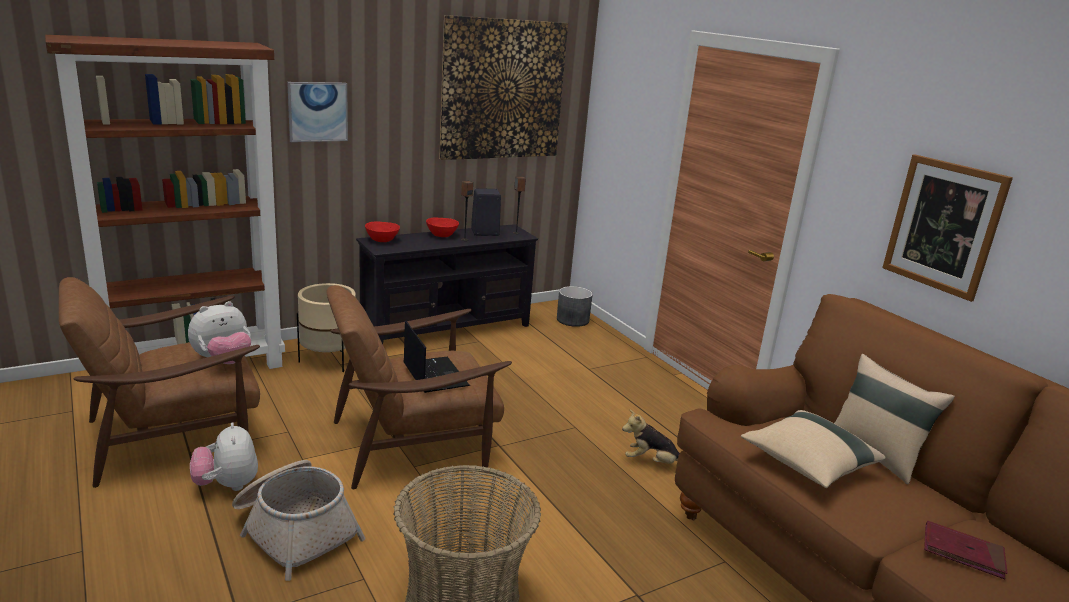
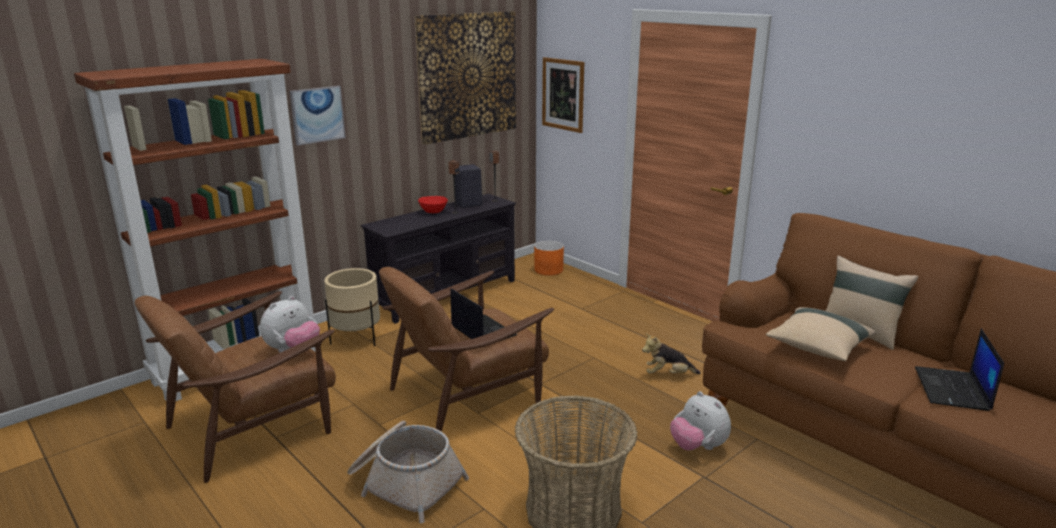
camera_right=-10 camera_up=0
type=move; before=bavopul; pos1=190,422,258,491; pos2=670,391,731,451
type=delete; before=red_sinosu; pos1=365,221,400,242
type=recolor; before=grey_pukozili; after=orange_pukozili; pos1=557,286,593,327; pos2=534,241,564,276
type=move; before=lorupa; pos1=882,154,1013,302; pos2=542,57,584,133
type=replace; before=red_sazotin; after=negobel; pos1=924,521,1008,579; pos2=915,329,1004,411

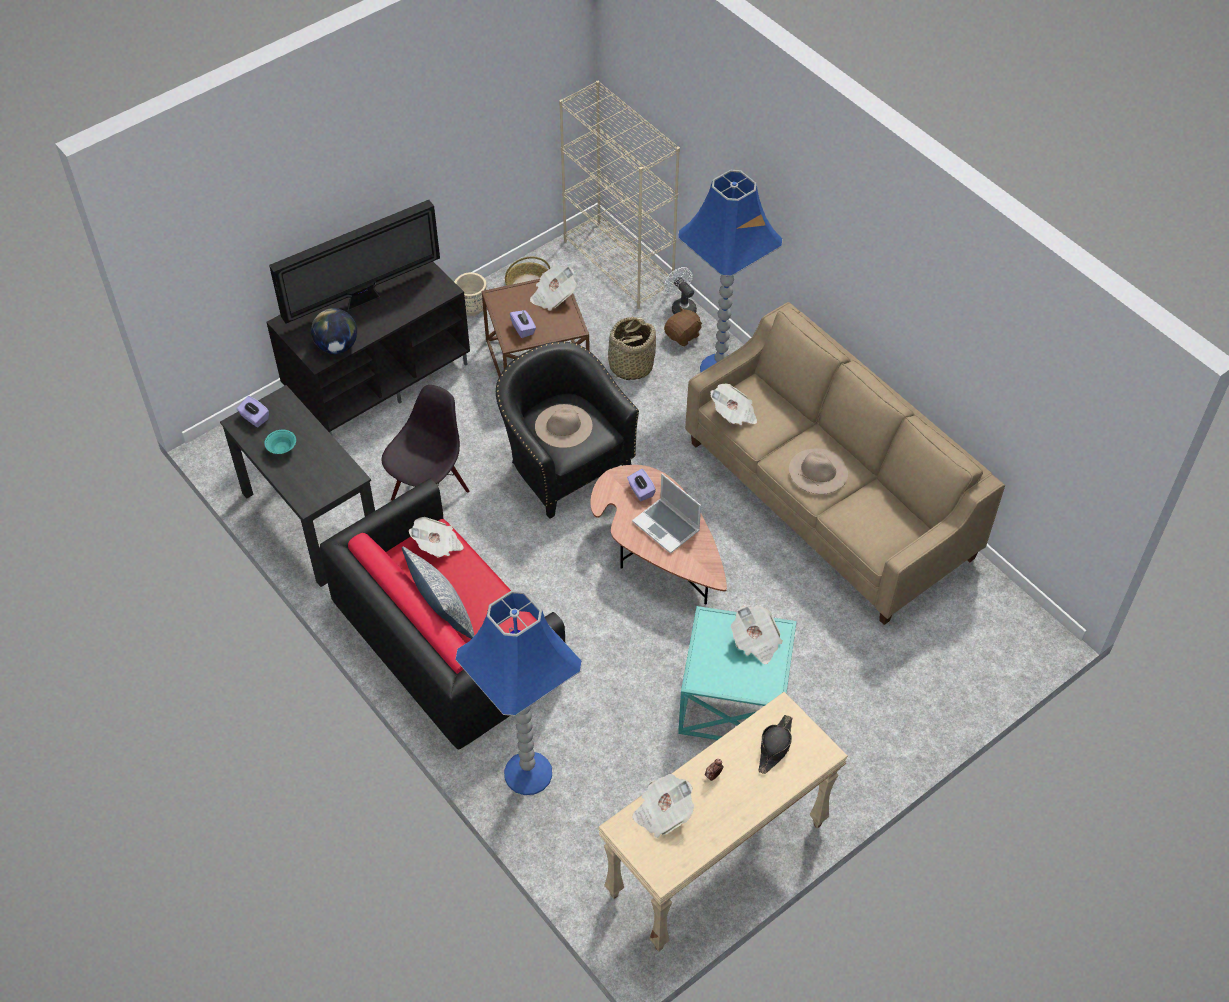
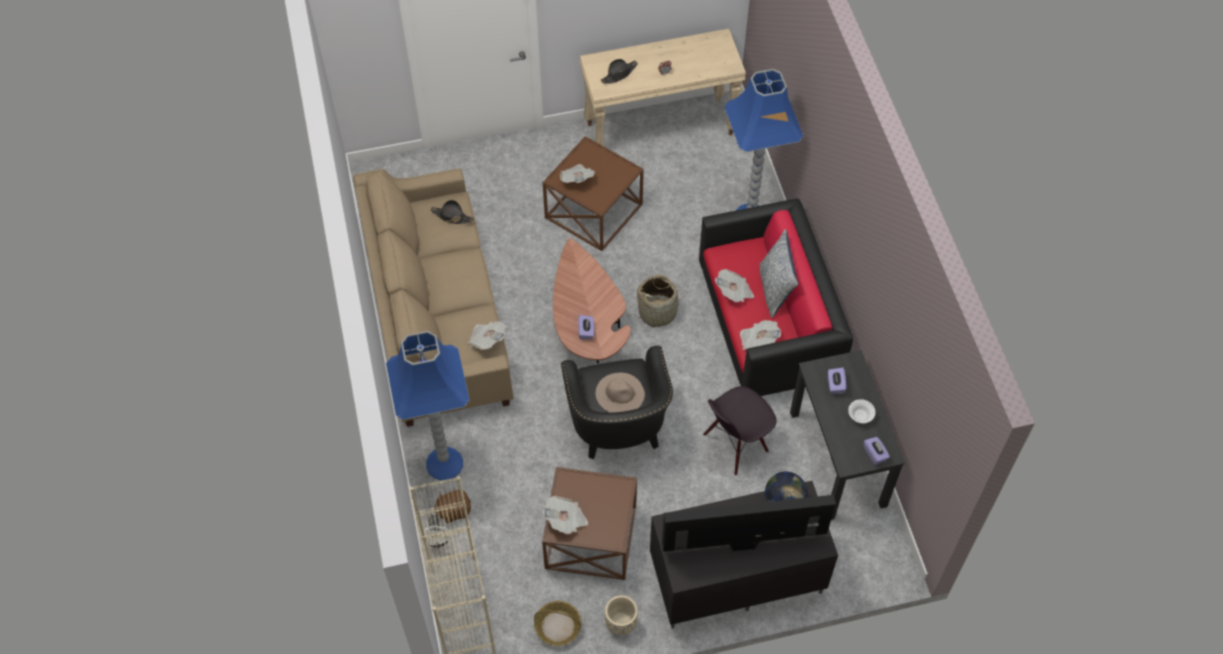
camera_right=-155 camera_up=5
type=recolor; before=turquoise_sinosu; after=white_sinosu; pos1=264,430,296,454; pos2=848,399,875,423
type=move; before=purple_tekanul; pos1=510,310,536,338; pos2=828,368,846,394
type=move; before=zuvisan; pos1=608,317,656,380; pos2=635,275,684,327
type=delete; before=negobel; pos1=632,474,701,554
type=move; before=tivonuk; pos1=632,774,694,838; pos2=715,269,754,303
type=recolor; before=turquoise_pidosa; after=brown_pidosa; pos1=678,606,797,740; pos2=543,136,644,251
type=delete; before=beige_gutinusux; pos1=789,449,848,494
type=insert; after=black_gutinusux; pos2=430,200,474,224

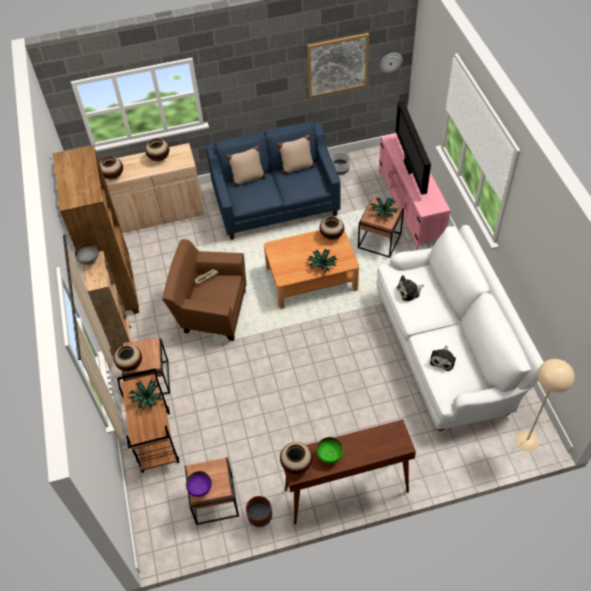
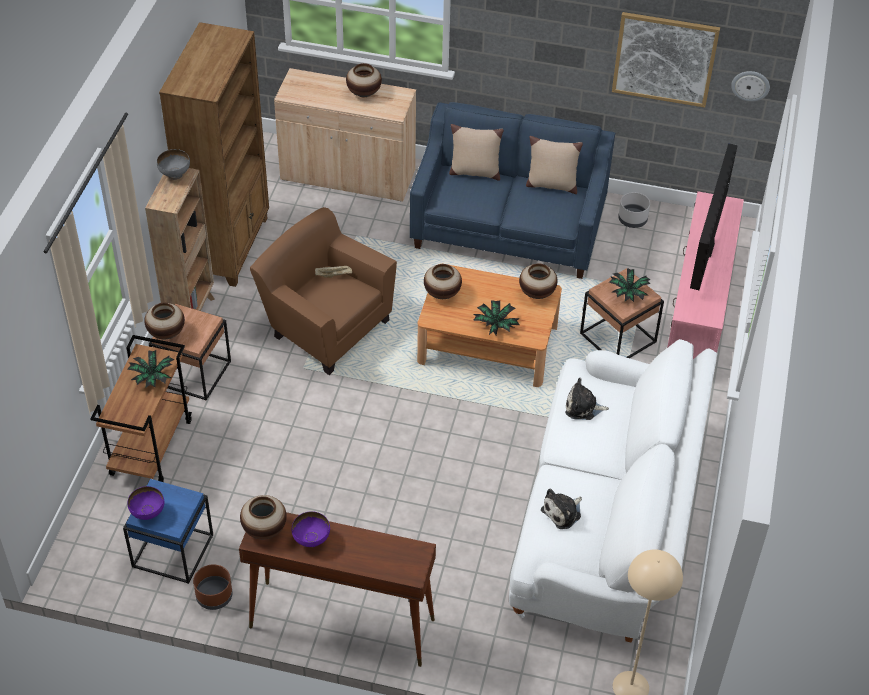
camera_right=25 camera_up=-5
type=move; before=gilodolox; pos1=100,156,123,179; pos2=424,264,462,299
type=recolor; before=brown_pidosa; after=blue_pidosa; pos1=185,457,239,525; pos2=123,479,213,584
type=recolor; before=green_sinosu; after=purple_sinosu; pos1=316,437,343,463; pos2=292,511,330,547

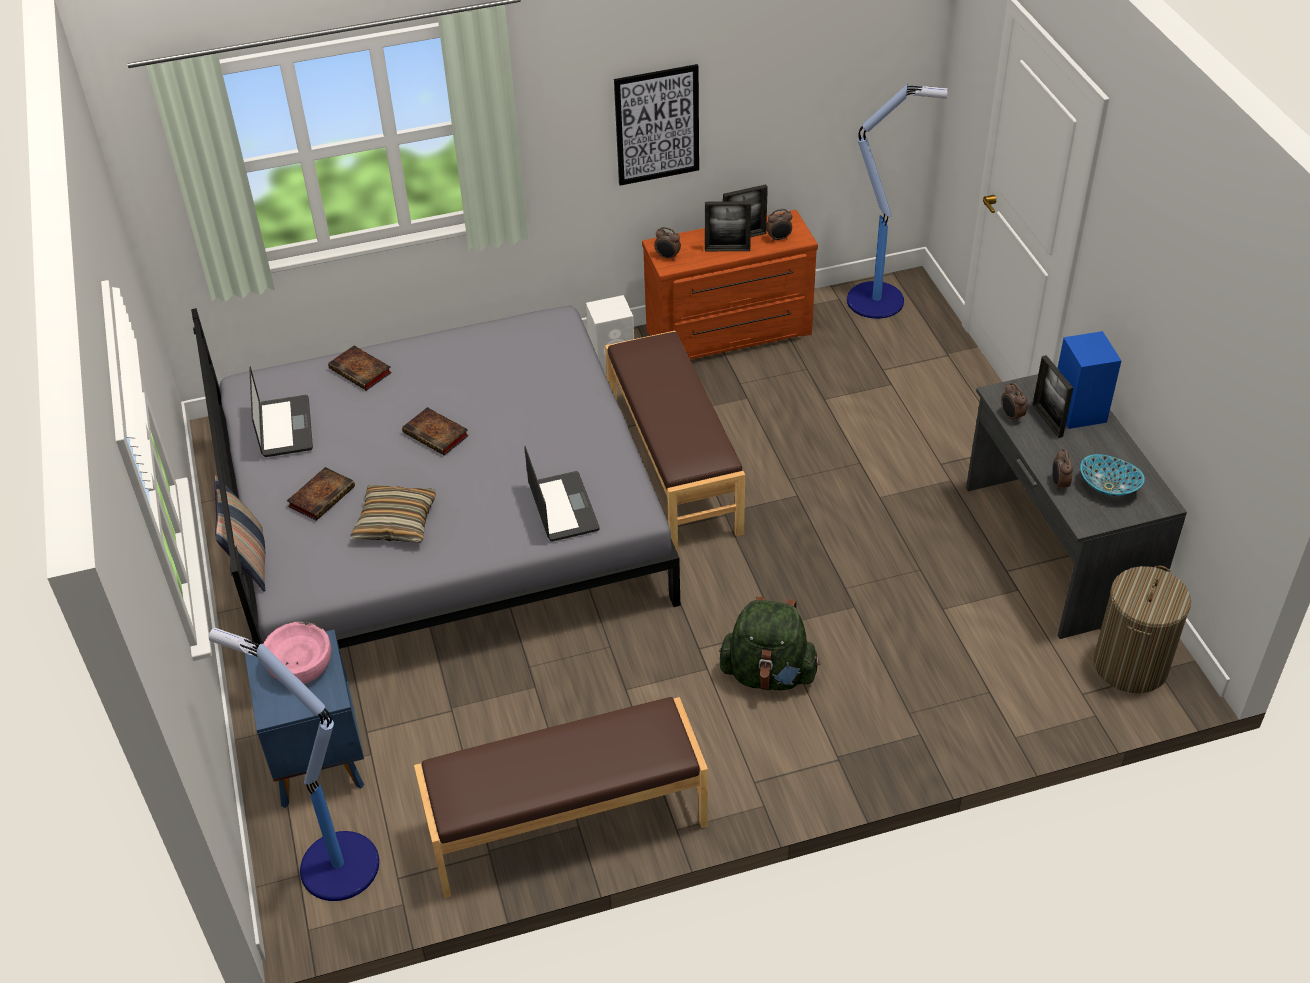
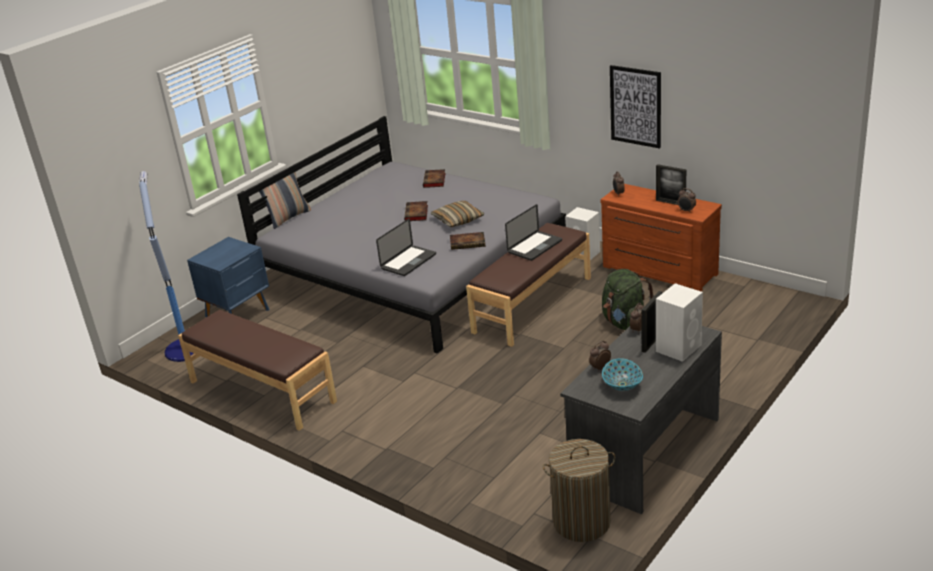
camera_right=55 camera_up=-15
type=move; before=negobel; pos1=249,366,313,457; pos2=505,204,562,261
type=delete; before=pink_sinosu; pos1=263,622,331,684
type=move; before=sazotin; pos1=287,467,355,521; pos2=450,232,485,250
type=move; before=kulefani; pos1=350,485,436,542; pos2=431,201,484,227
type=delete; before=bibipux; pos1=705,201,751,251
type=move; before=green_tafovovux; pos1=719,597,820,691; pos2=602,269,654,330
type=delete; before=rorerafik; pos1=847,84,948,319
type=recolor; before=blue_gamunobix; after=white_gamunobix; pos1=1058,331,1121,429; pos2=656,283,703,362

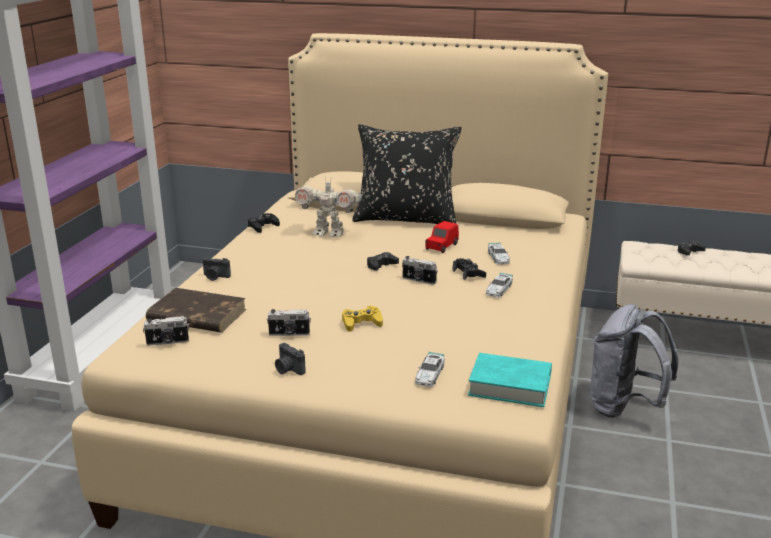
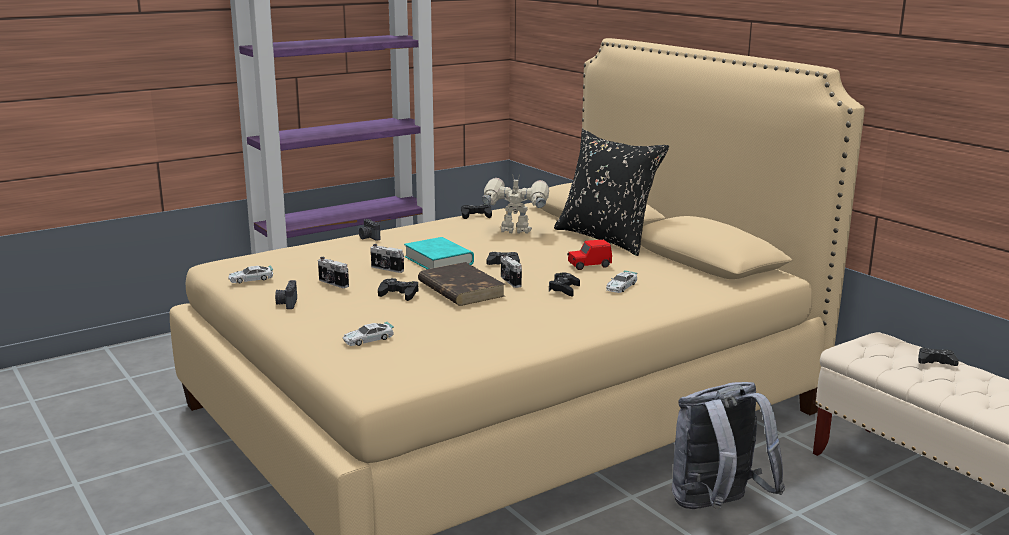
camera_right=40 camera_up=-5
type=move; before=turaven; pos1=143,316,189,346; pos2=371,244,404,273
type=move; before=brown_sazotin; pos1=146,288,247,333; pos2=418,262,506,306
type=rotate; before=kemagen; pos1=295,176,362,237; pos2=482,177,549,233; turn=135
type=recolor; before=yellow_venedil; after=black_venedil; pos1=342,306,383,332; pos2=378,278,418,301
type=move; before=turquoise_sazotin; pos1=468,353,552,407; pos2=404,237,474,269
type=move; before=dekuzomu; pos1=486,272,513,298; pos2=228,265,273,283

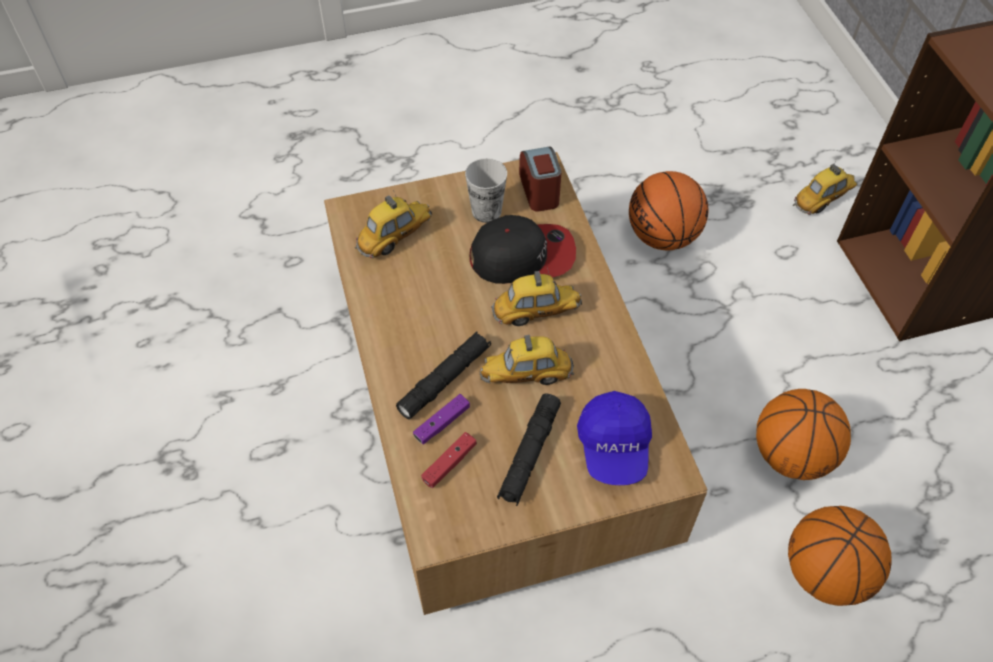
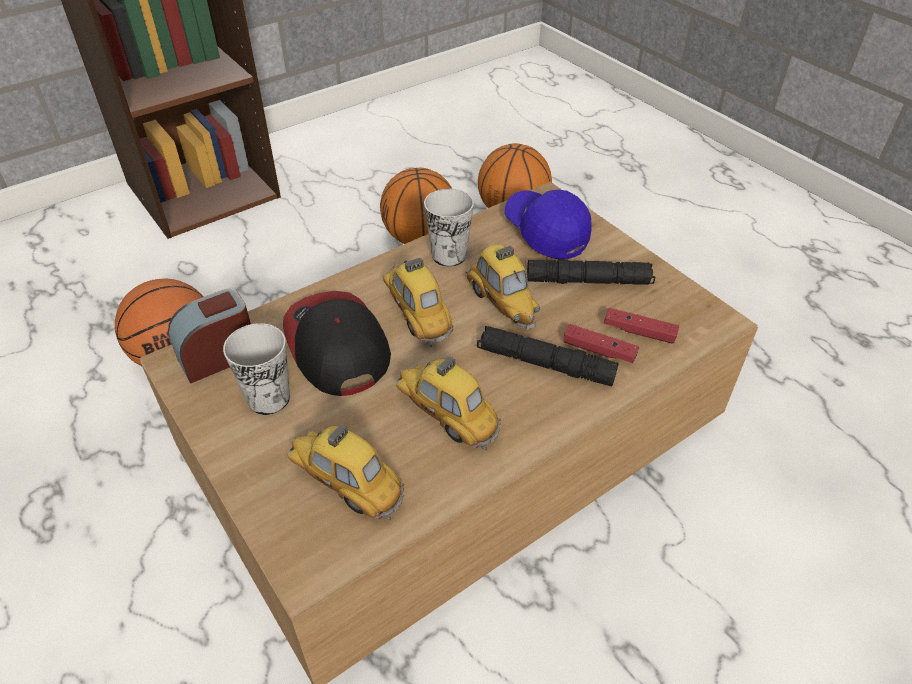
camera_right=-110 camera_up=-10
type=recolor; before=purple_venedil; after=red_venedil; pos1=413,394,470,445; pos2=564,324,639,363
type=rotate; before=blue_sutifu; pos1=577,391,652,485; pos2=505,189,592,259; turn=-105
type=move; before=dekuzomu; pos1=793,160,857,215; pos2=396,356,501,450
type=insert; after=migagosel; pos2=424,189,474,267

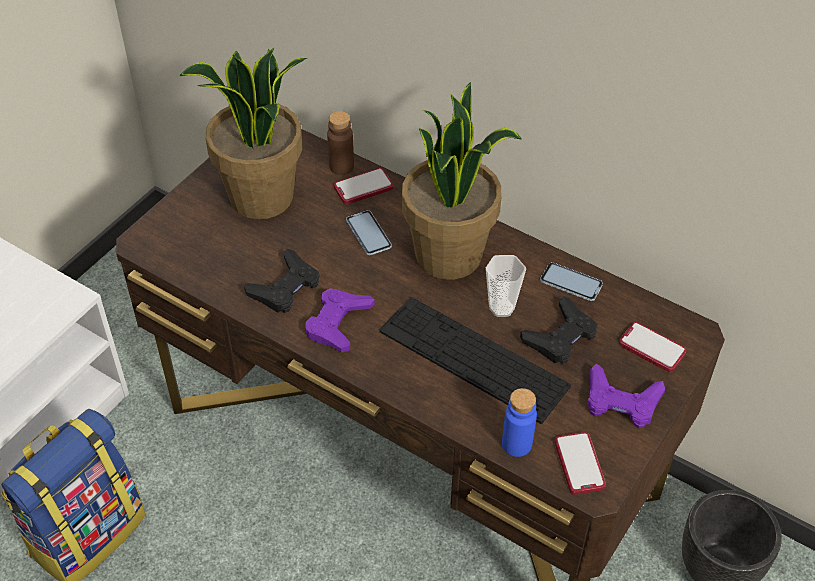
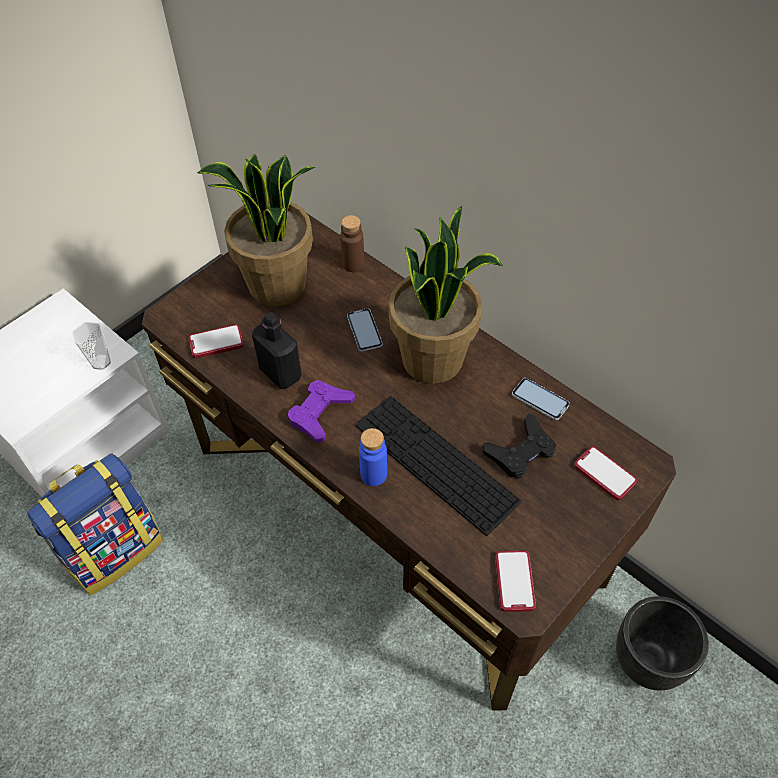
camera_right=10 camera_up=5
type=replace; before=black_venedil; after=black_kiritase; pos1=244,249,320,313; pos2=252,312,302,389
type=move; before=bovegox; pos1=334,168,393,204; pos2=189,325,244,358
type=move; before=migagosel; pos1=486,255,526,317; pos2=73,322,111,370
type=move; before=blue_kiritase; pos1=502,388,537,457; pos2=359,428,387,486
type=delete; before=purple_venedil; pos1=587,364,665,428

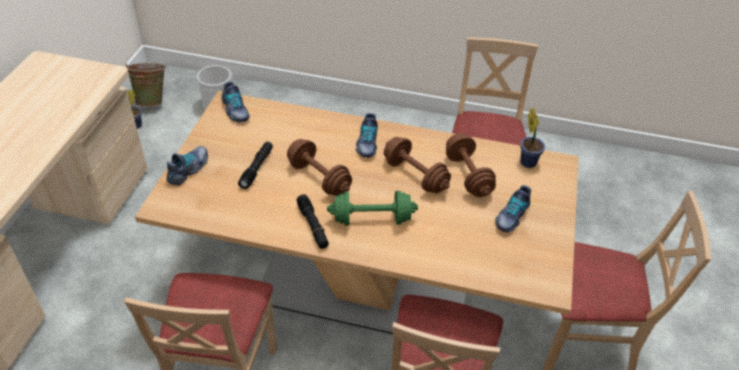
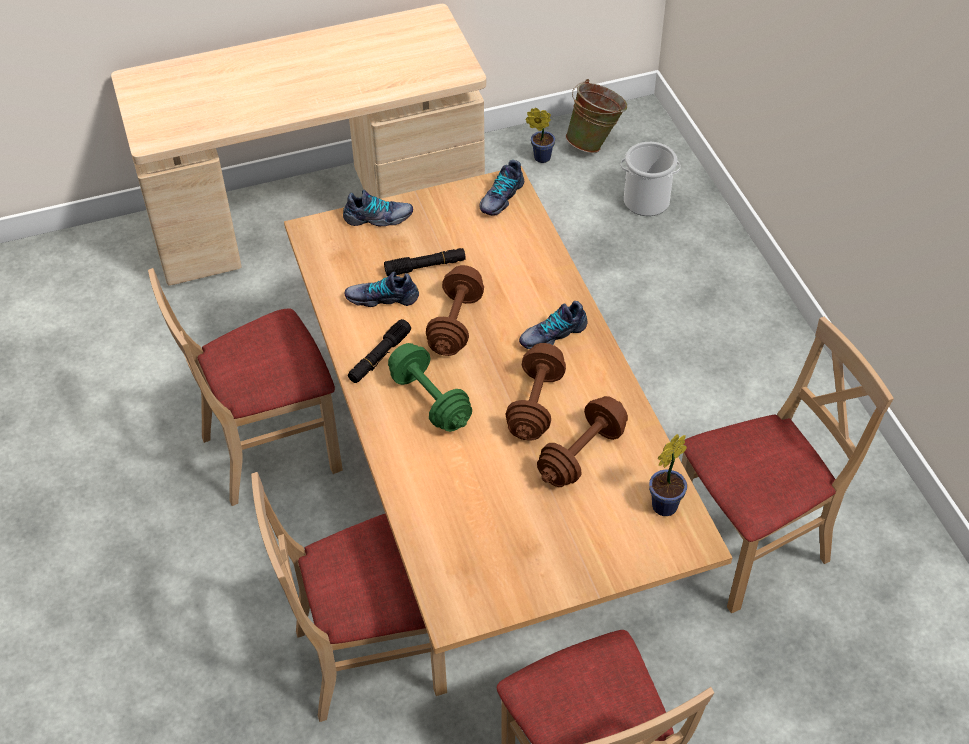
camera_right=60 camera_up=5
type=move; before=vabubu; pos1=495,185,531,232; pos2=345,272,419,307

